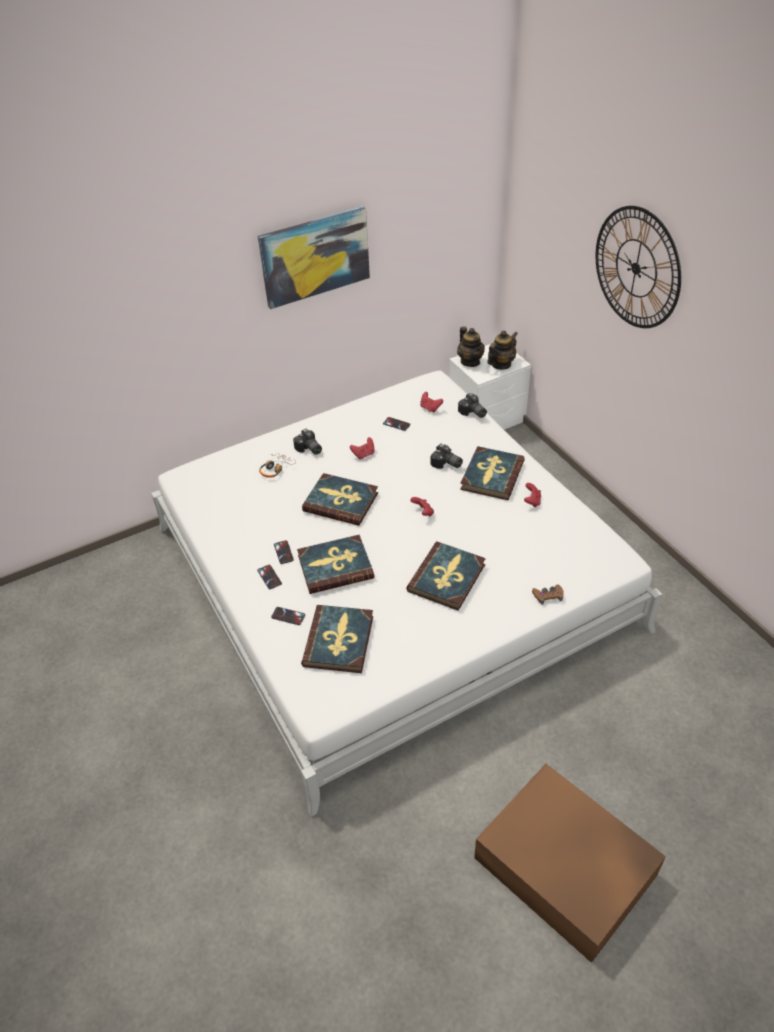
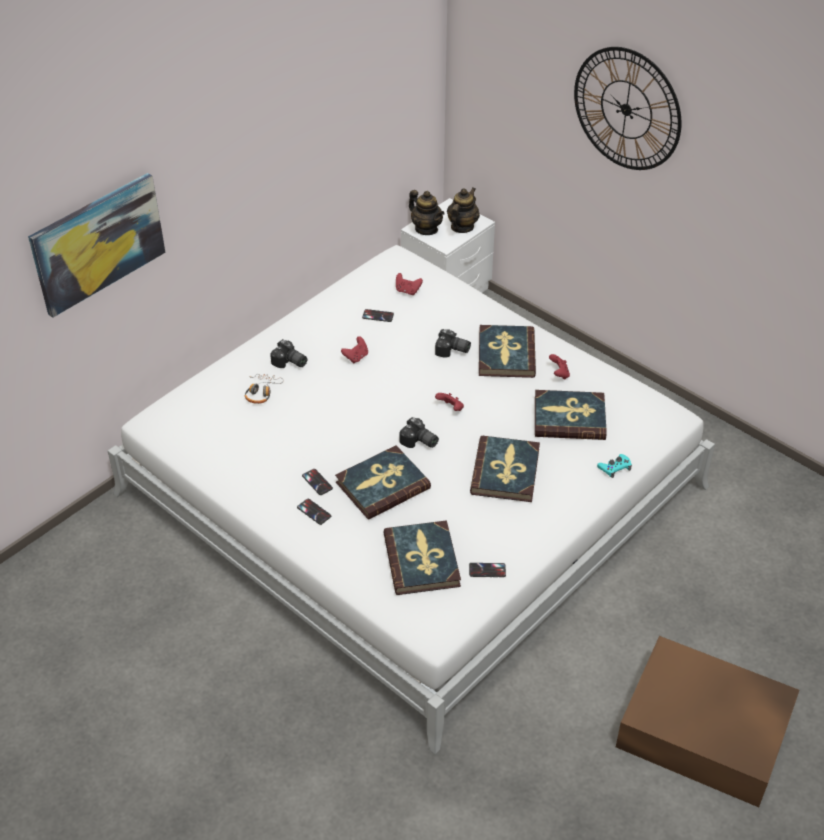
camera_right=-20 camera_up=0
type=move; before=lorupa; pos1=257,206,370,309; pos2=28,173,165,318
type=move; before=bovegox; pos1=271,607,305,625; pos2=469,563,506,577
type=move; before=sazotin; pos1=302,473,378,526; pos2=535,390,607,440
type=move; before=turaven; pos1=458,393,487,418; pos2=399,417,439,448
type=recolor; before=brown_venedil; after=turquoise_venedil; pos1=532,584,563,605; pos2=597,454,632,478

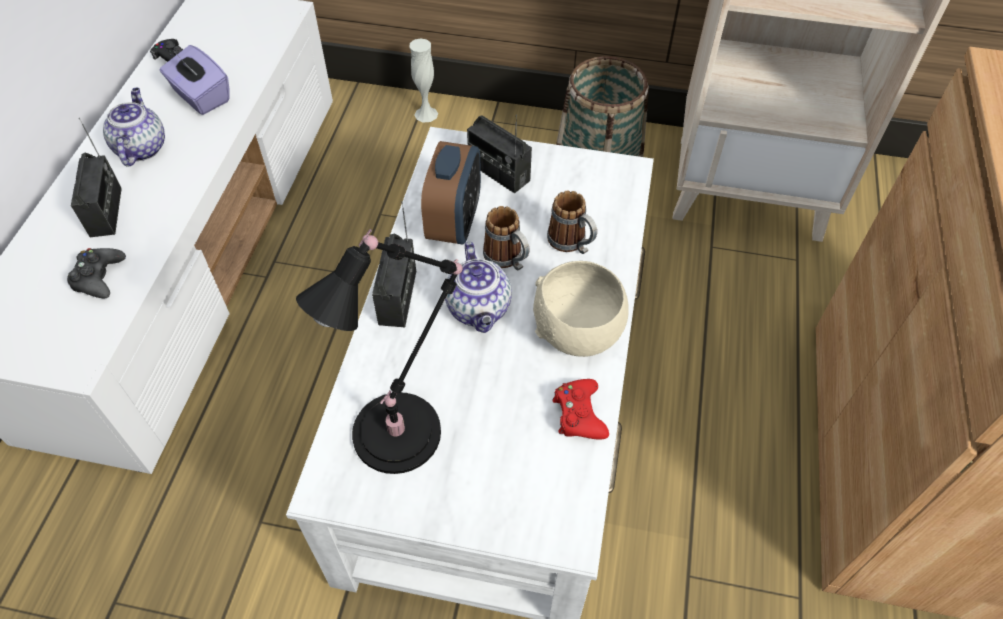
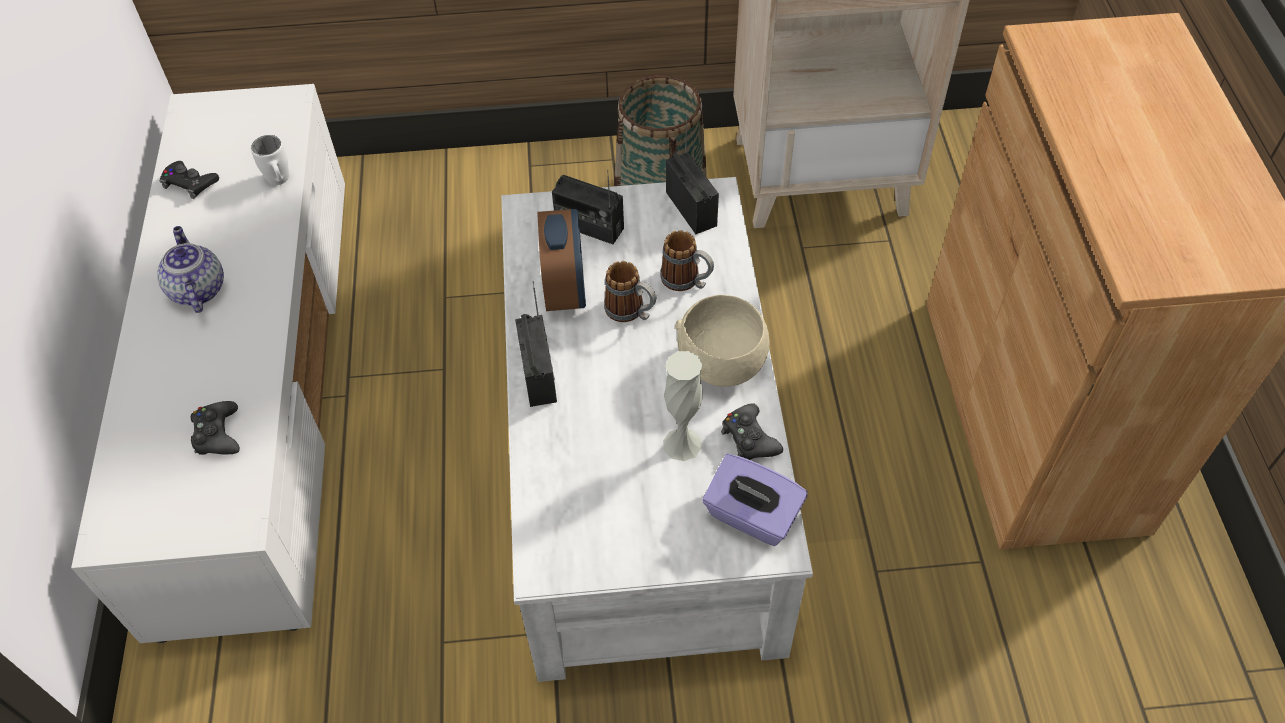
camera_right=-15 camera_up=0
type=move; before=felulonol; pos1=71,118,122,237; pos2=666,116,719,234
type=move; before=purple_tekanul; pos1=160,45,230,115; pos2=702,454,808,546
type=delete; before=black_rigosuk; pos1=296,229,463,474
type=move; before=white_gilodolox; pos1=410,38,438,122; pos2=663,351,703,461
type=delete; before=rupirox; pos1=445,242,512,333
type=recolor; before=red_venedil; after=black_venedil; pos1=552,379,609,439; pos2=721,403,783,460
type=insert; after=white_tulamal; pos2=251,135,289,185

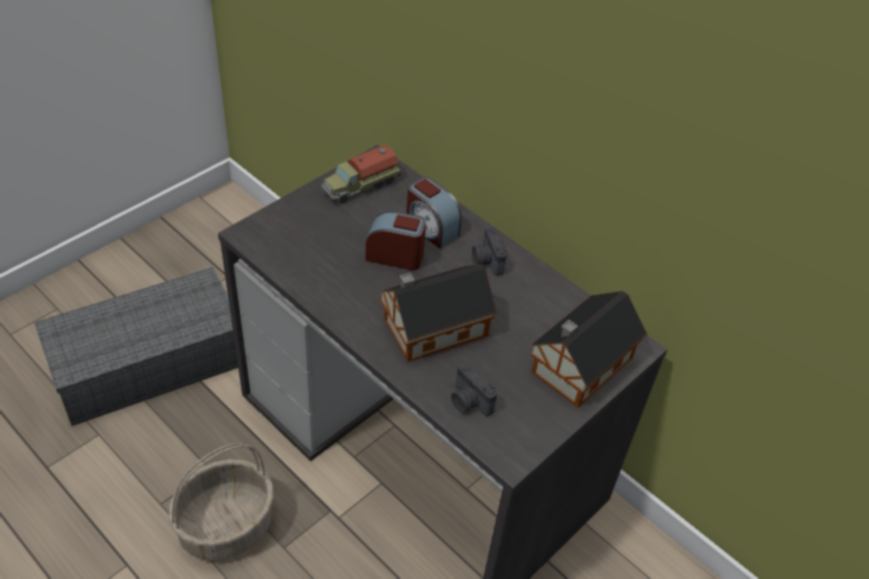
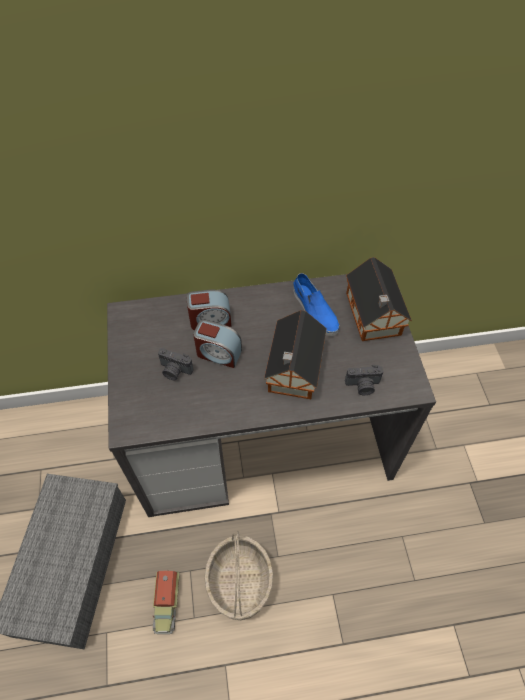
camera_right=-50 camera_up=10
type=move; before=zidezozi; pos1=322,145,401,203; pos2=153,570,180,634
type=rotate; before=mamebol; pos1=365,211,426,270; pos2=193,320,242,368; turn=-120
type=move; before=turaven; pos1=472,226,507,276; pos2=158,348,194,380
type=insert; after=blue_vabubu; pos2=293,273,339,336

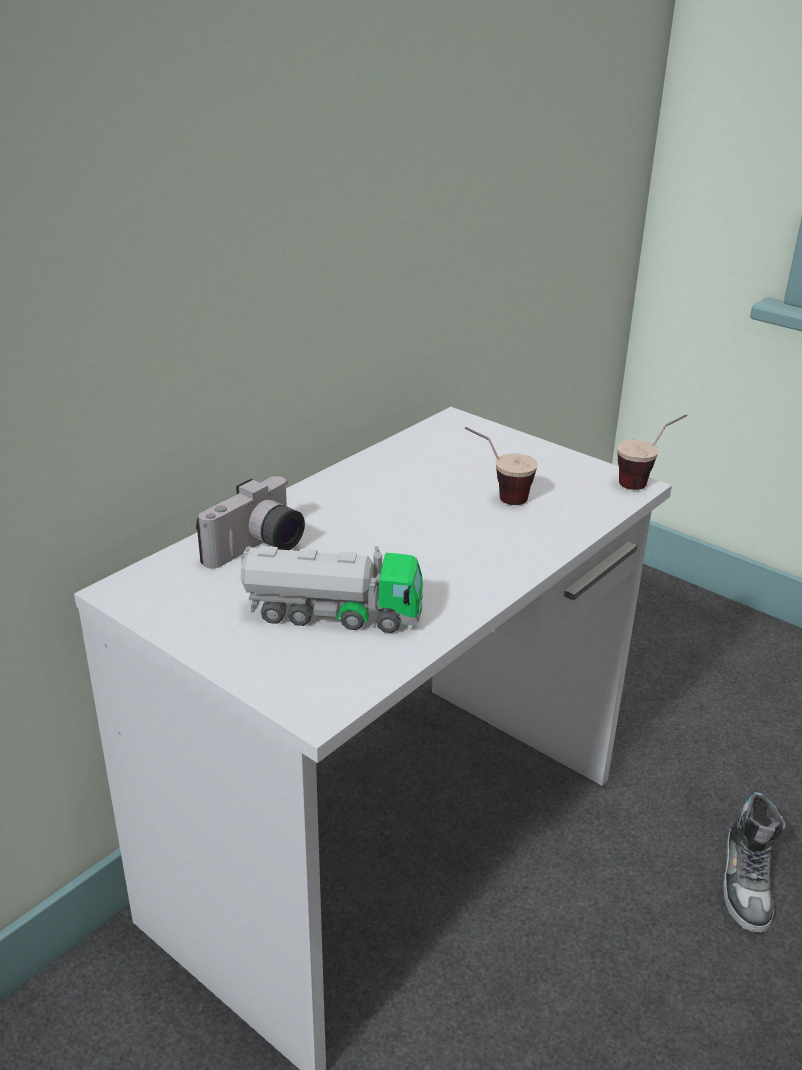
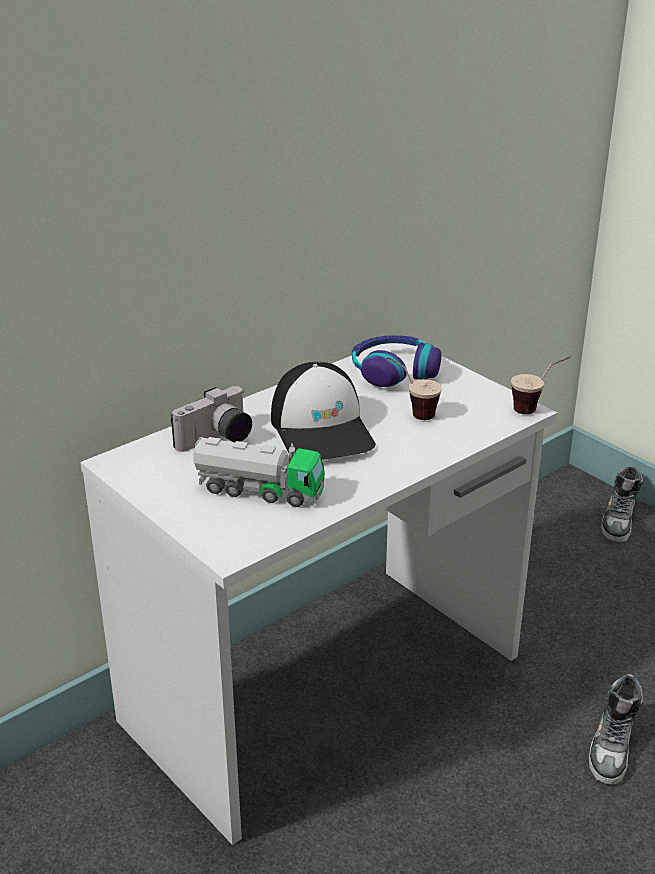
camera_right=10 camera_up=0
type=insert; after=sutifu; pos2=271,362,376,460
type=insert; after=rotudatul; pos2=352,335,441,387
type=insert; after=vabubu; pos2=601,466,643,542

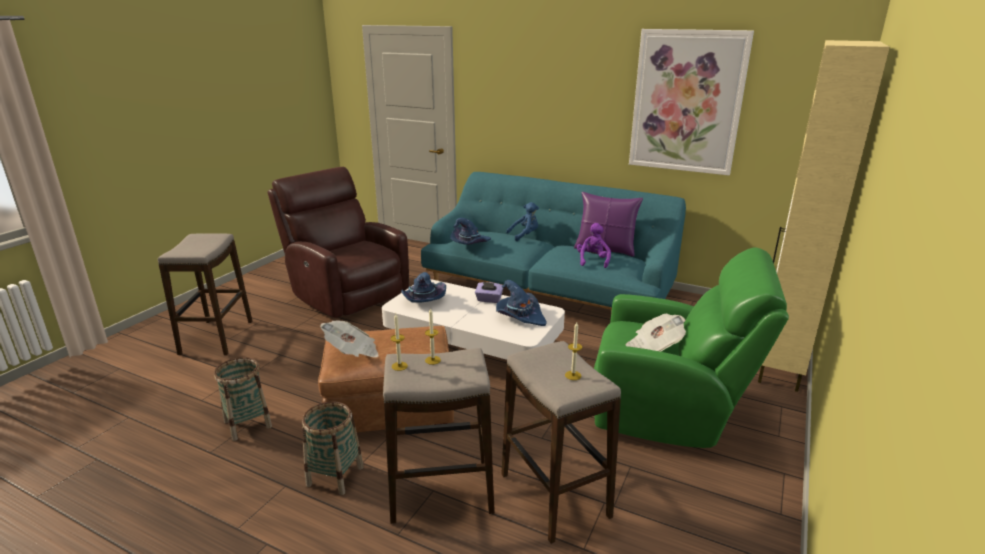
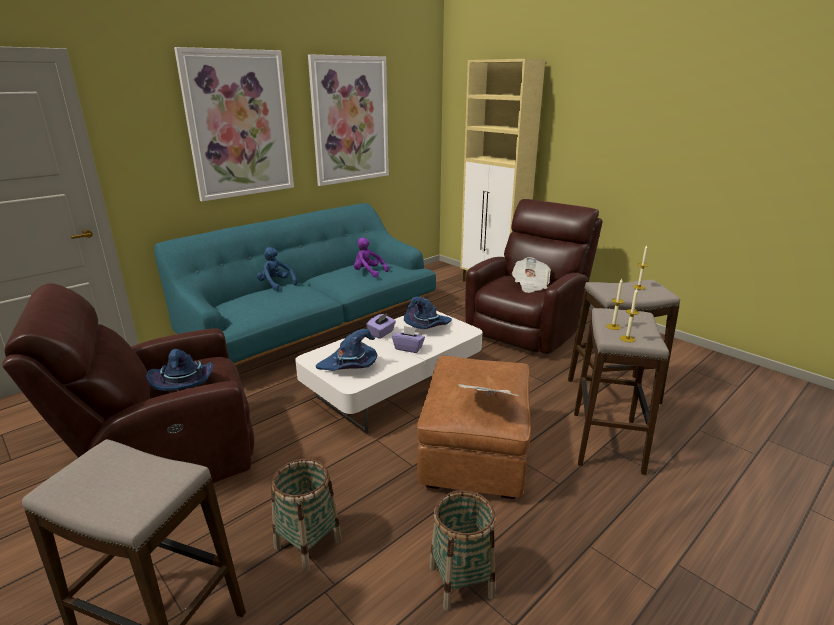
camera_right=-70 camera_up=0
type=move; before=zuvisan; pos1=302,401,364,495; pos2=271,459,342,572
type=move; before=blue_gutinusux; pos1=450,218,491,245; pos2=146,349,213,391
type=rotate; before=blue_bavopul; pos1=506,202,539,241; pos2=257,247,297,291; turn=-45
type=delete; before=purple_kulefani; pos1=574,192,643,257
type=recolor; before=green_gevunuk; after=brown_gevunuk; pos1=594,248,789,448; pos2=465,199,603,354
type=insert; after=lorupa; pos2=174,47,294,202
type=insert; after=purple_tekanul; pos2=392,326,425,353

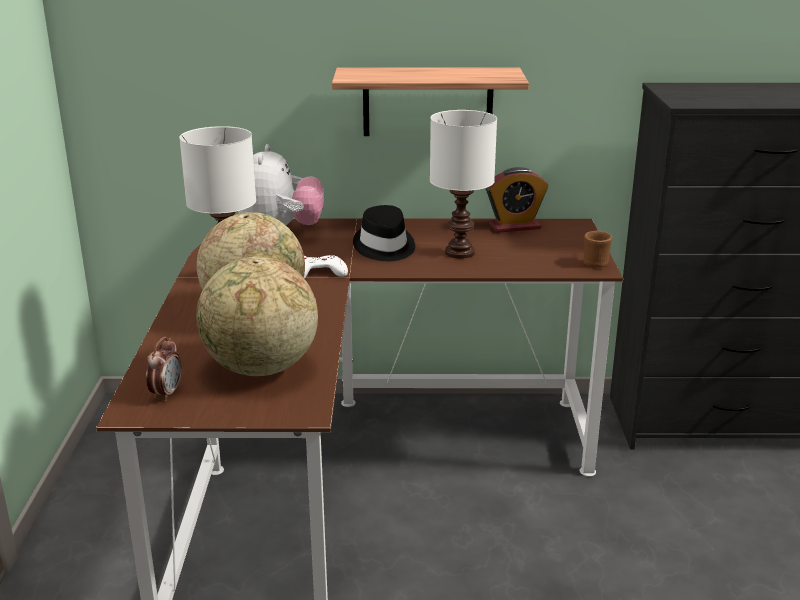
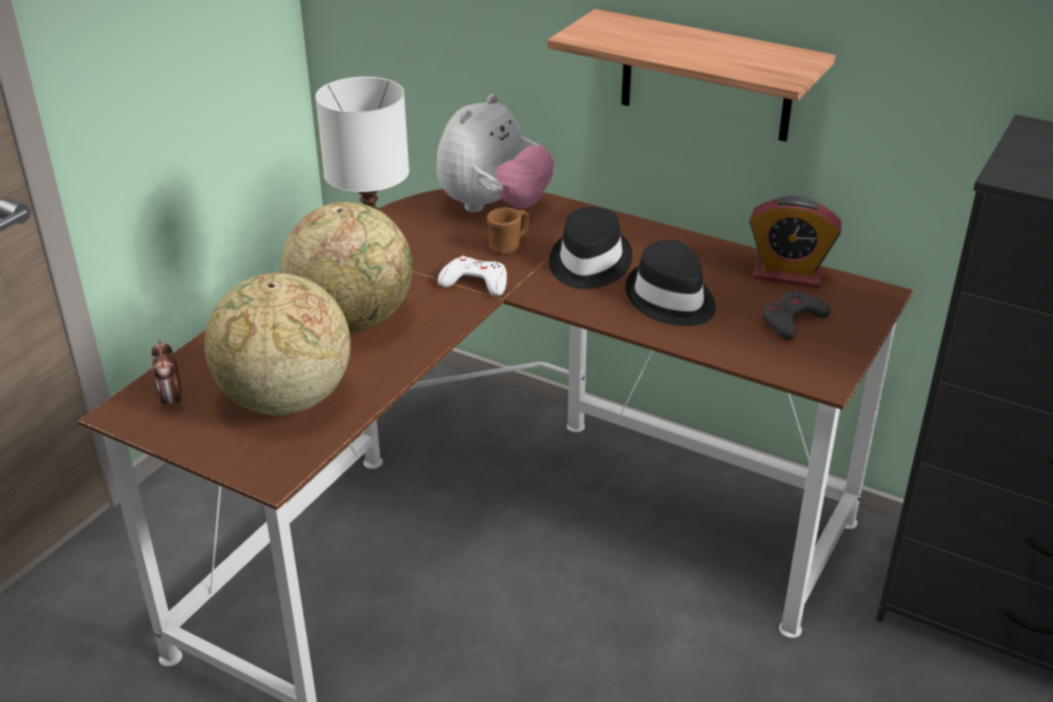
camera_right=30 camera_up=10
type=rotate; before=mamebol; pos1=146,337,181,401; pos2=151,340,182,411; turn=120
type=replace; before=white_rigosuk; after=black_gutinusux; pos1=430,110,497,259; pos2=625,240,716,326
type=move; before=brown_tulamal; pos1=583,231,612,268; pos2=487,208,529,255
type=insert; after=grey_venedil; pos2=762,291,831,340

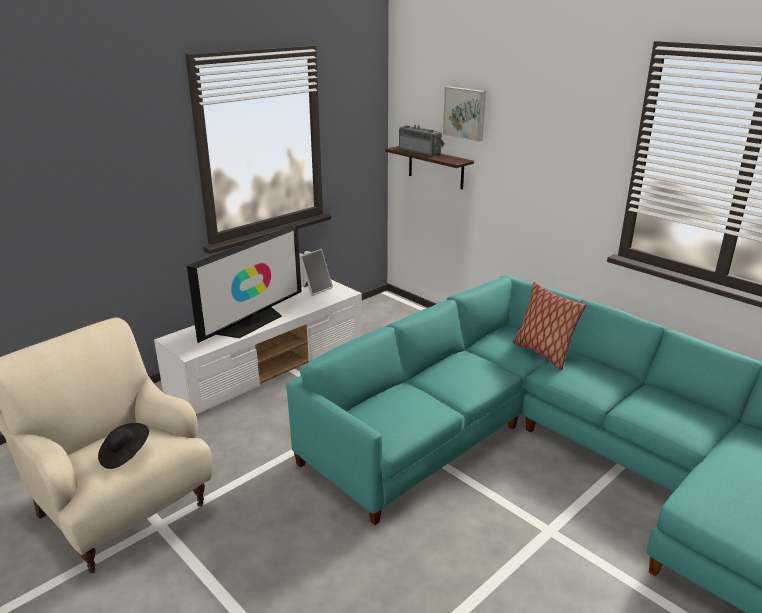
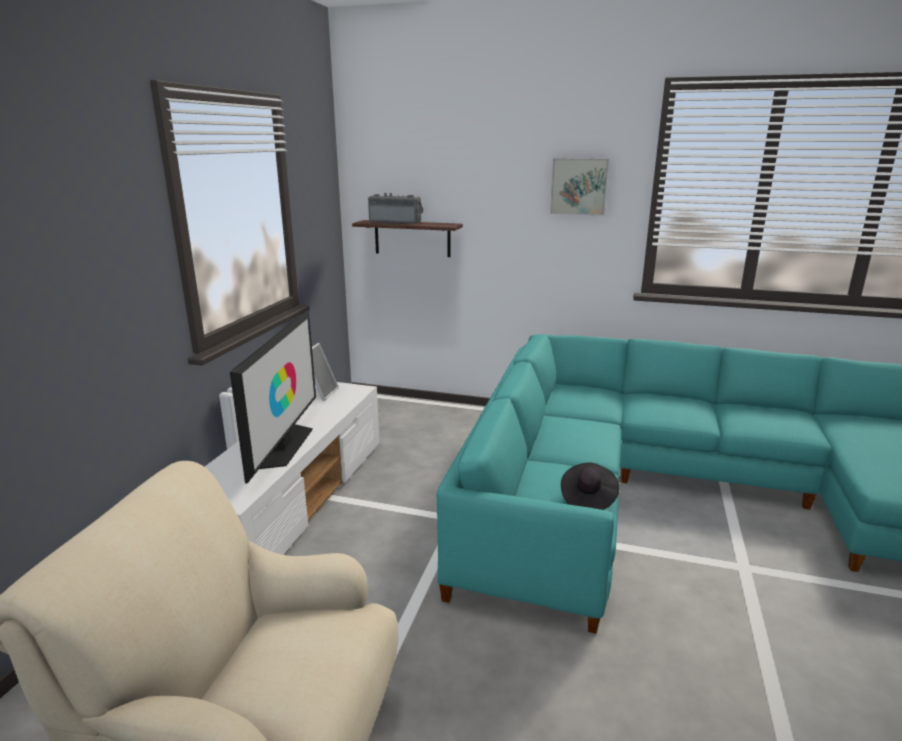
camera_right=-30 camera_up=-5
type=move; before=black_gutinusux; pos1=98,423,149,469; pos2=561,462,620,510
type=move; before=lorupa; pos1=443,86,486,141; pos2=550,158,609,215
type=delete; before=kulefani; pos1=513,282,586,370

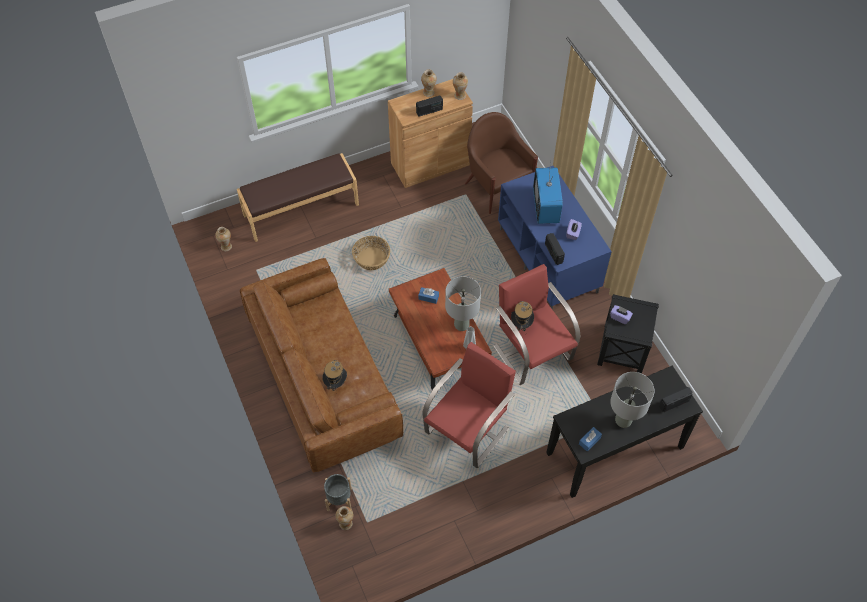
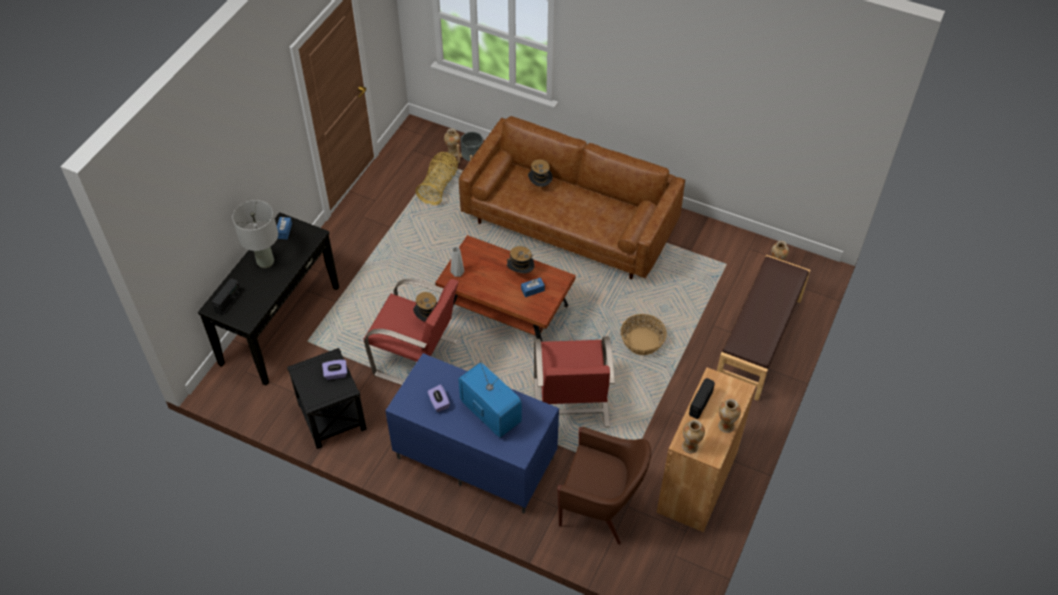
camera_right=140 camera_up=-5
type=move; before=red_gevunuk; pos1=423,342,516,468; pos2=534,336,615,427
type=delete; before=grey_rigosuk; pos1=445,277,481,331
type=delete; before=felulonol; pos1=545,233,565,265
type=insert; after=zuvisan; pos2=415,152,458,205
type=insert; after=gutinusux; pos2=507,246,534,273

